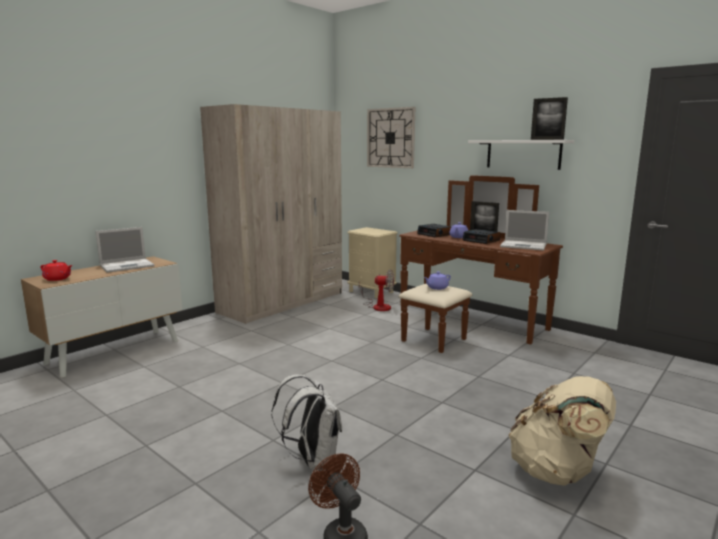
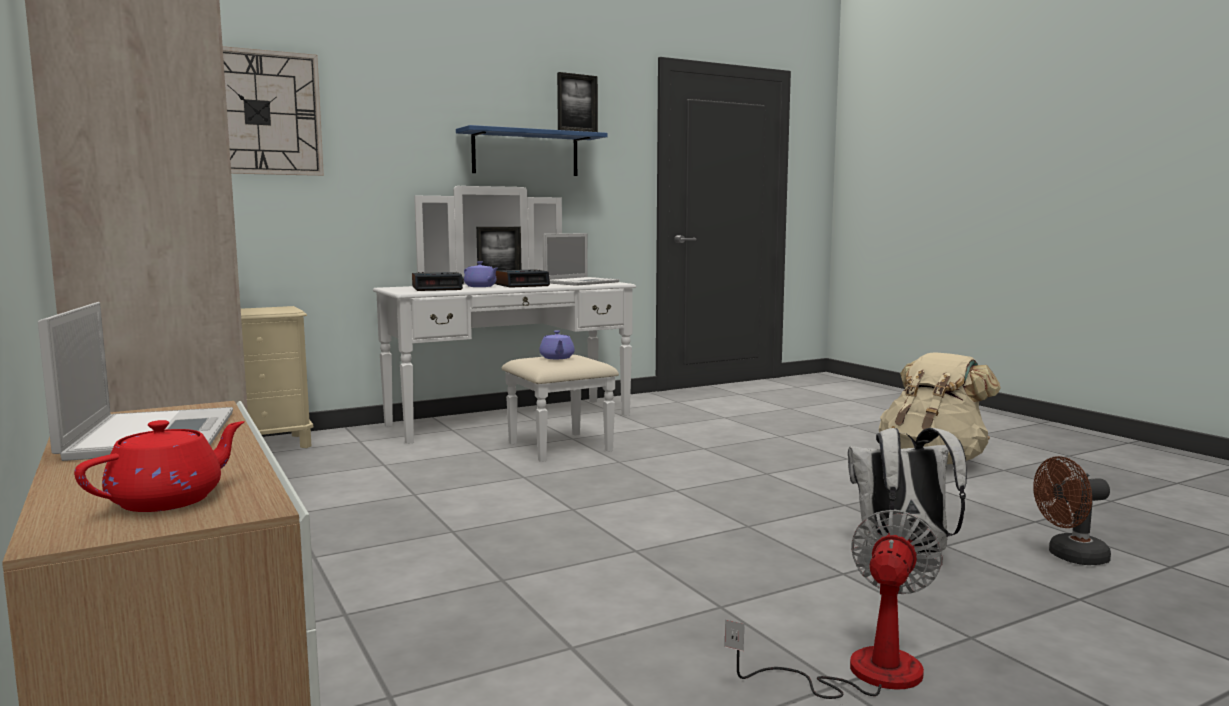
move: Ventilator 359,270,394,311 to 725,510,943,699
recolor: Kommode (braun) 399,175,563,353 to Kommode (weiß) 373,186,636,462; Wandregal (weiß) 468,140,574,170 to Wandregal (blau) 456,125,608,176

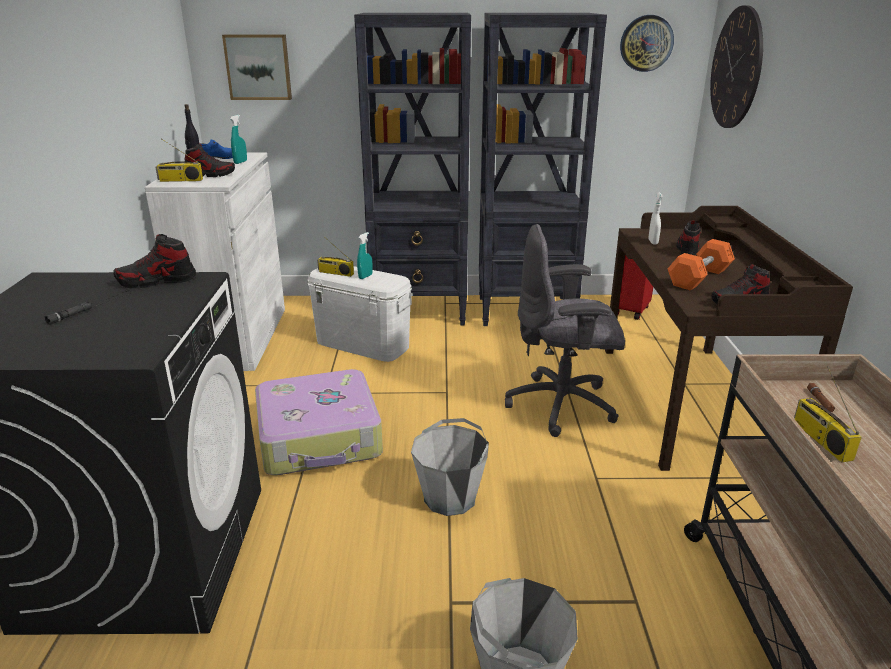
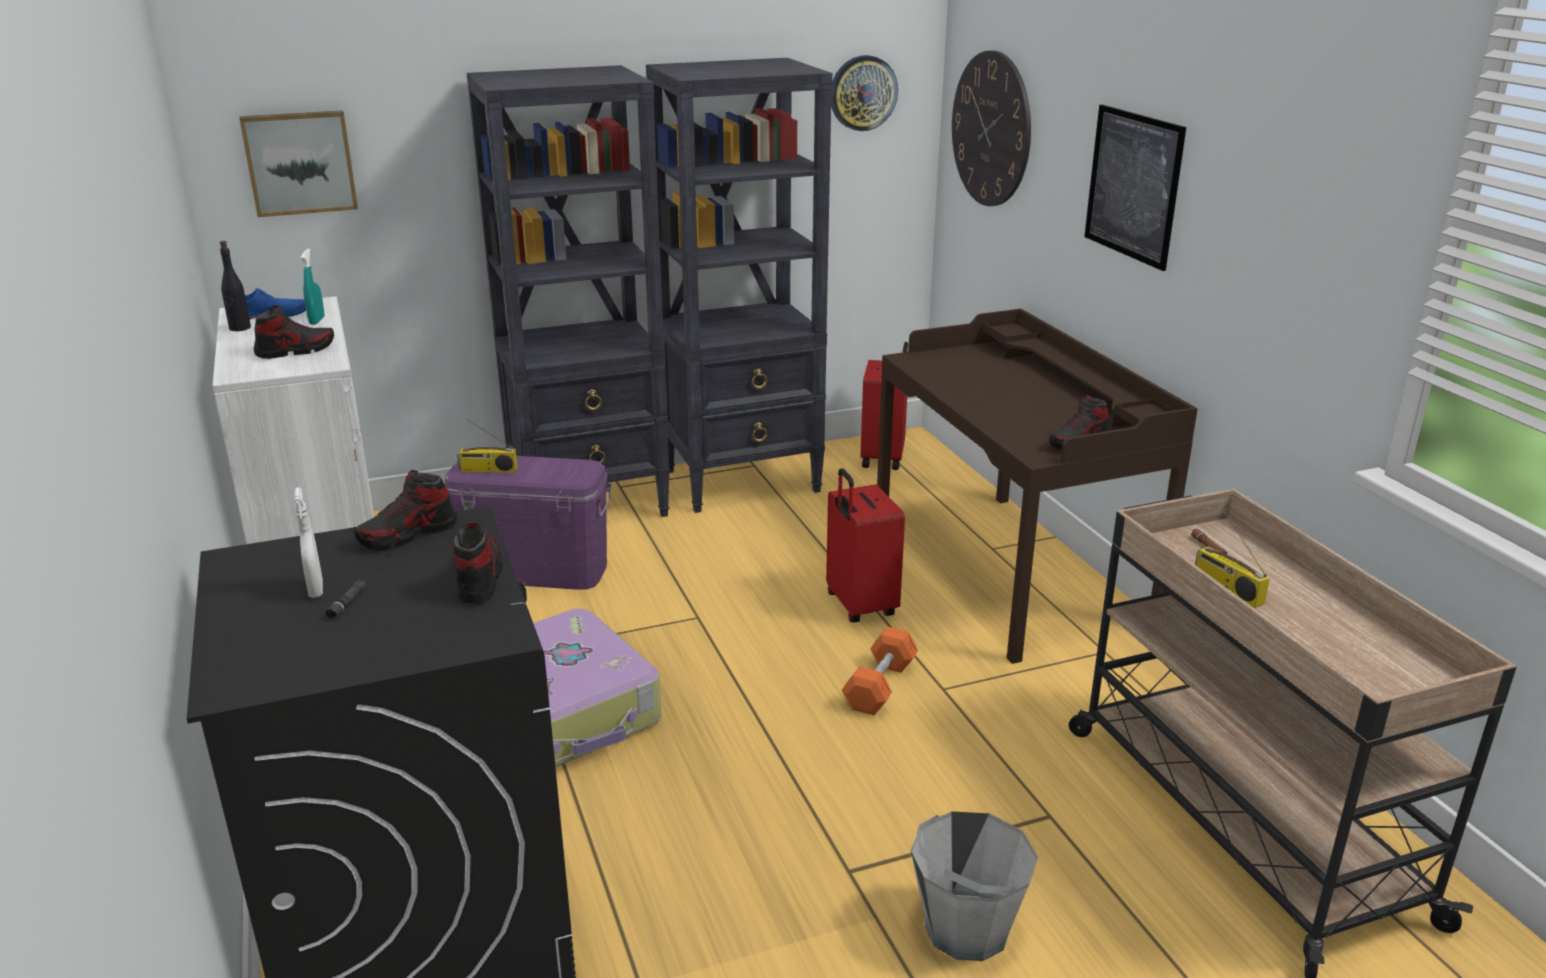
delete: Radio 155,139,203,182; Sprühflasche (türkis) 357,232,373,279; Eimer (grau) 411,418,489,516
insert: Bild 1084,105,1186,271
move: Sprühflasche (weiß) 648,192,663,244 to 294,487,323,598; Hantel (orange) 668,239,735,290 to 842,626,918,715; Schuh 676,220,701,256 to 453,521,503,603
replace: Bürostuhl (grau) 505,224,625,437 to Koffer (rot) 826,468,905,622
recolor: Aufbewahrungsbox (weiß) 307,266,413,362 to Aufbewahrungsbox (lila) 445,456,611,590

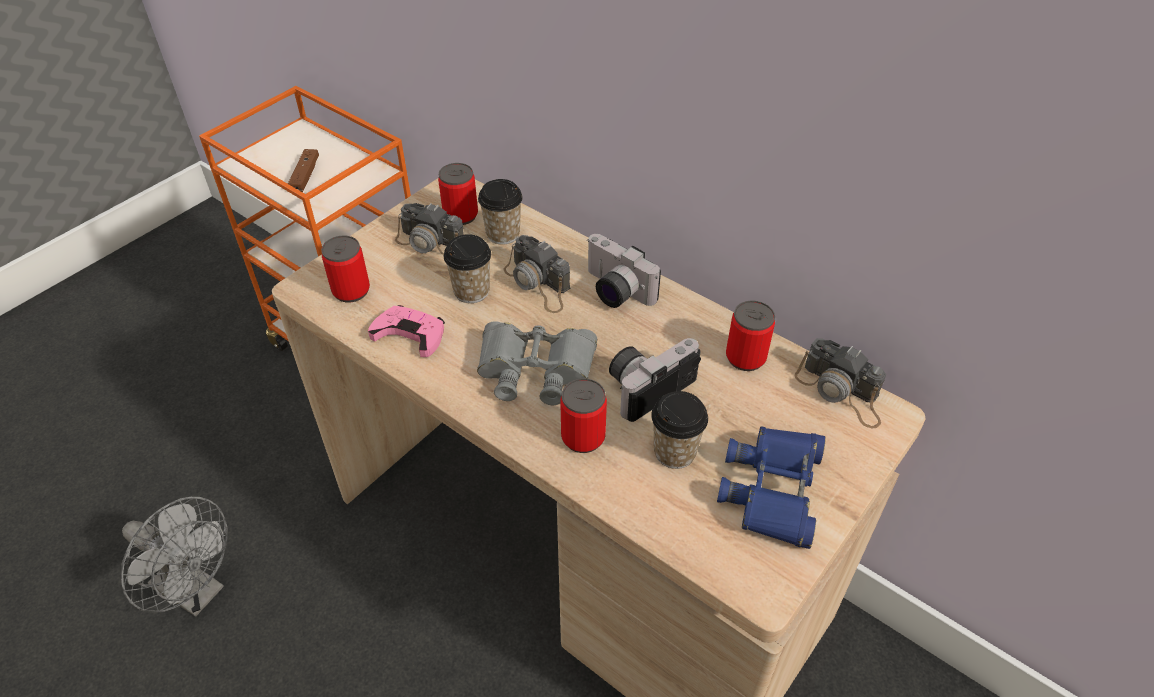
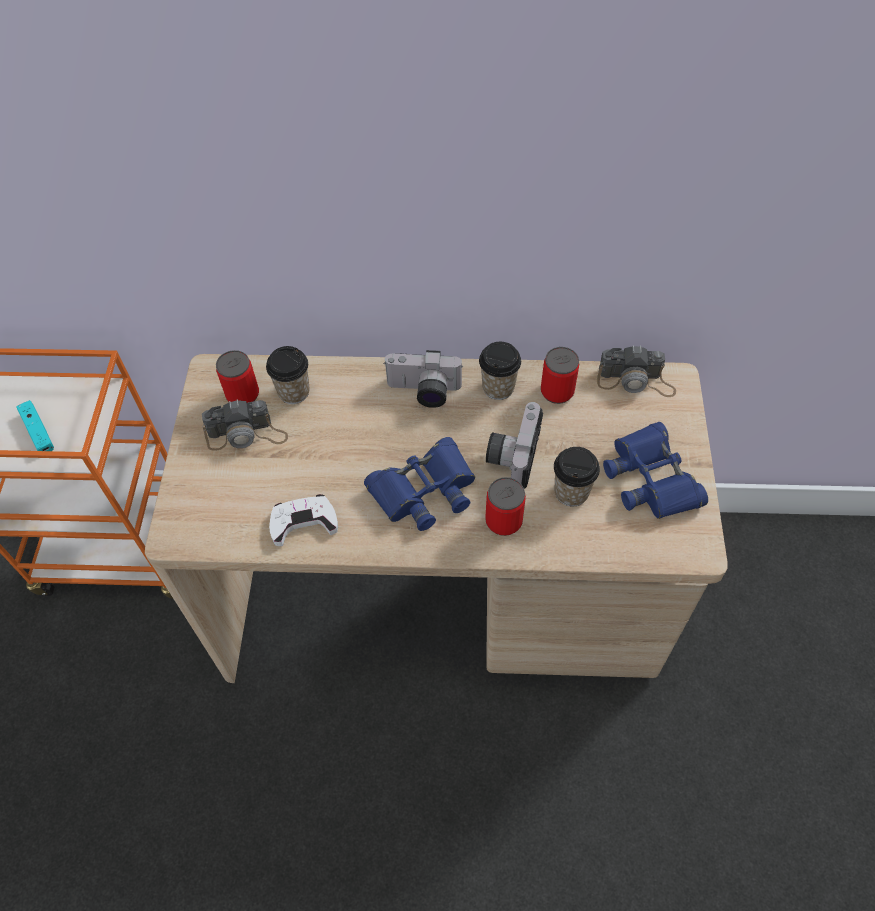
delete: Ventilator (grau) 121,497,228,617; Dose 321,236,370,303; Kamera 503,235,570,313
move: Tasse 444,234,491,303 to 479,342,521,400
recolor: Gamepad (braun) 288,149,319,192 to Gamepad (türkis) 16,400,54,451; Gamepad (rosa) 368,305,445,357 to Gamepad (weiß) 269,494,338,546; Fernglas (grau) 477,321,597,405 to Fernglas (blau) 364,437,475,531

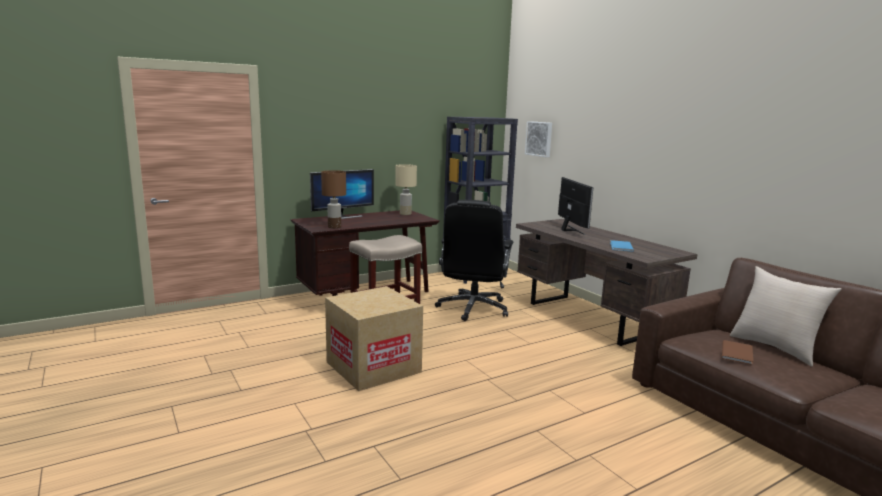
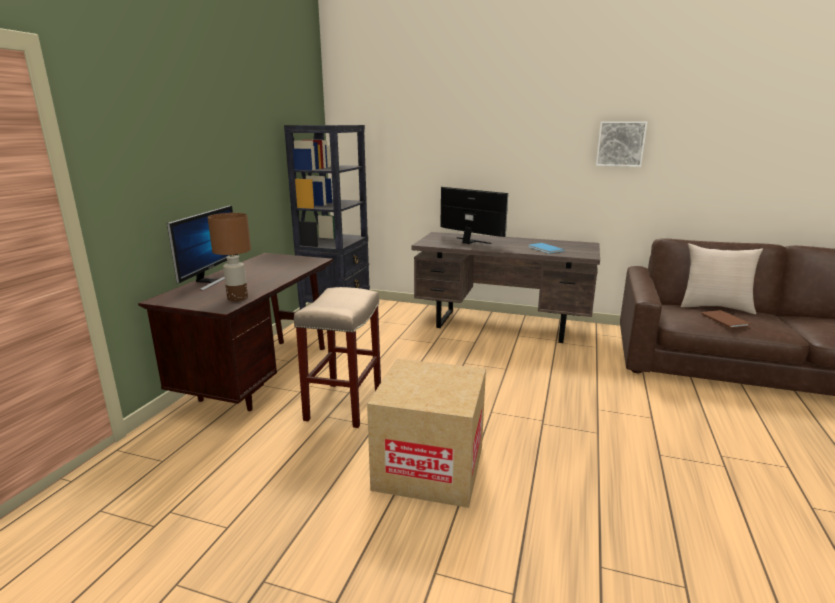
delete: Tischlampe (beige) 395,164,417,215; Bürostuhl (schwarz) 435,200,513,321
move: Bild 525,121,552,157 to 596,121,647,167

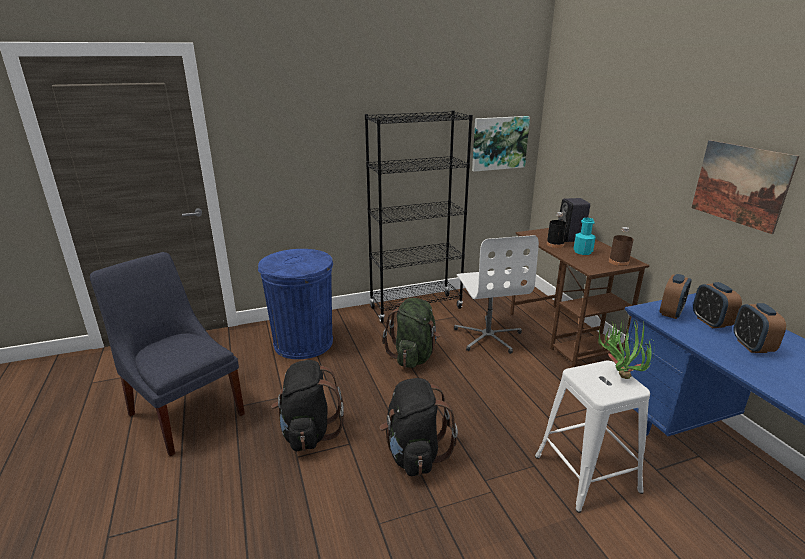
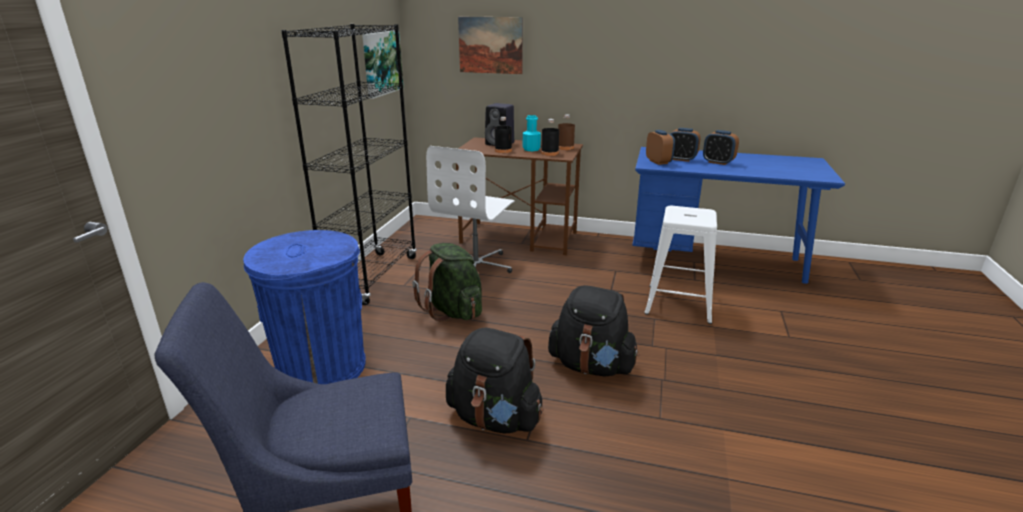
delete: Topfpflanze 598,319,654,379
insert: Flasche (schwarz) 541,119,559,156
move: Bild 691,140,799,234 to 458,17,523,74
rotate: Bürostuhl (weiß) 454,235,539,354 = 426,146,515,273 90 degrees clockwise

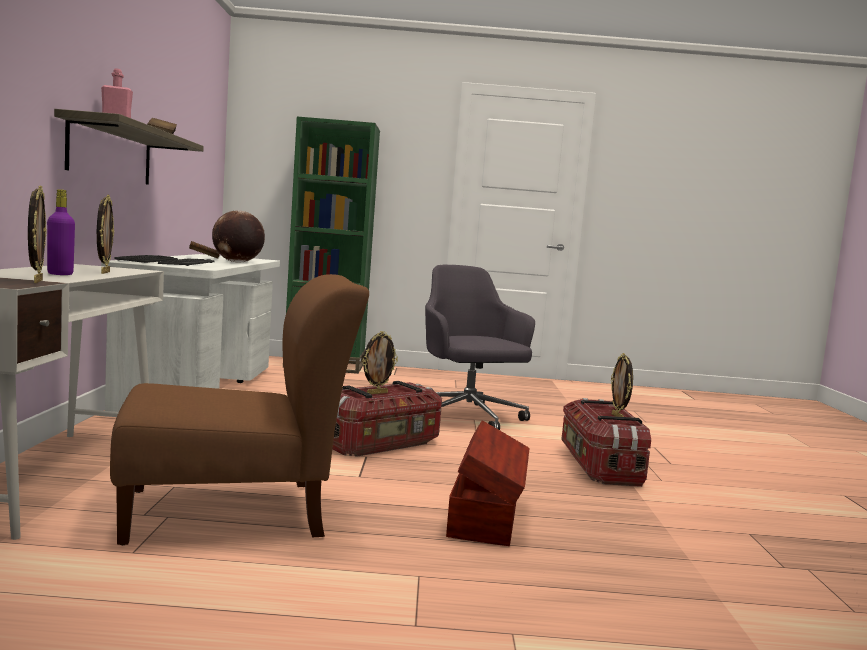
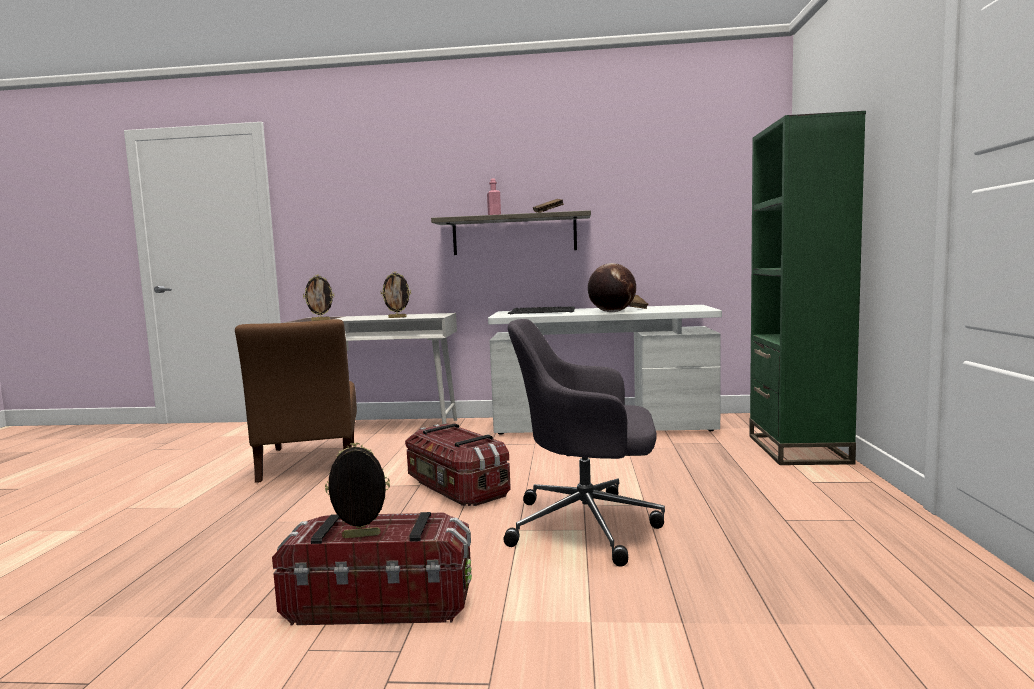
delete: Flasche (lila) 47,189,75,275; Bilderrahmen 362,331,398,394; Aufbewahrungsbox (braun) 446,420,529,546
rotate: Bürostuhl (grau) 425,265,535,430 = 503,319,665,567 150 degrees counterclockwise

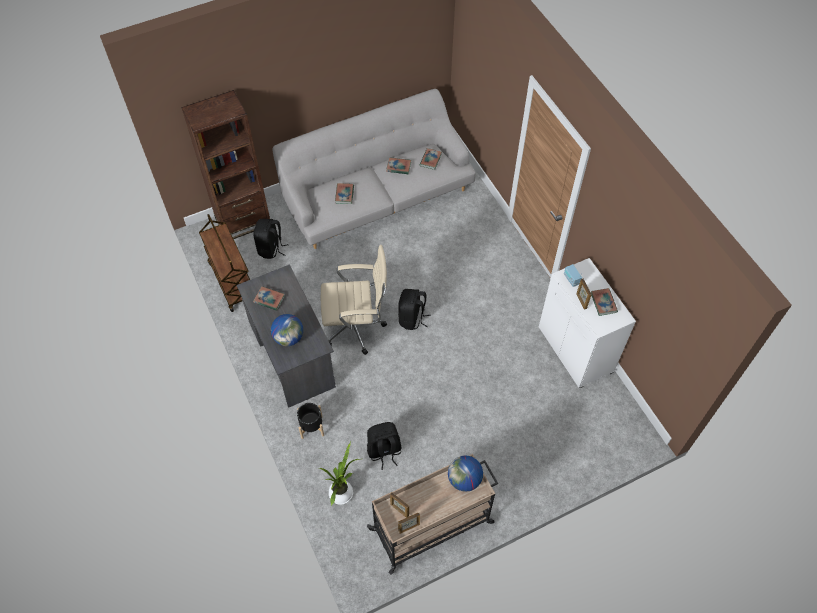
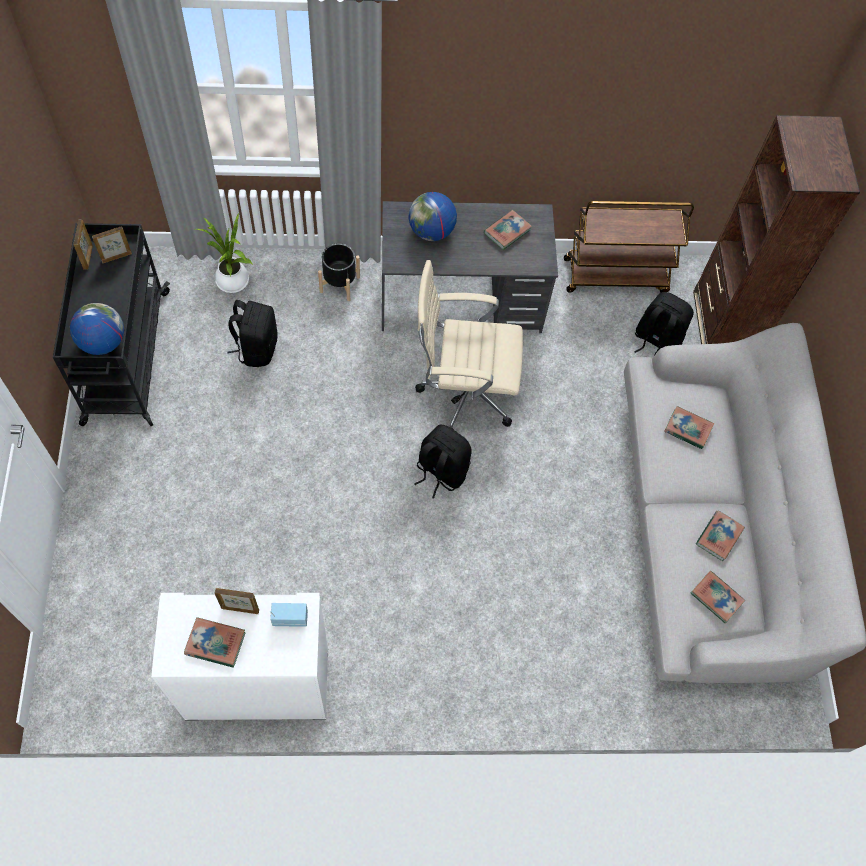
recolor: Rollwagen (beige) 367,454,498,575 to Rollwagen (schwarz) 53,223,170,426
rotate: Bürostuhl (beige) 321,245,387,355 = 415,260,523,430 75 degrees clockwise

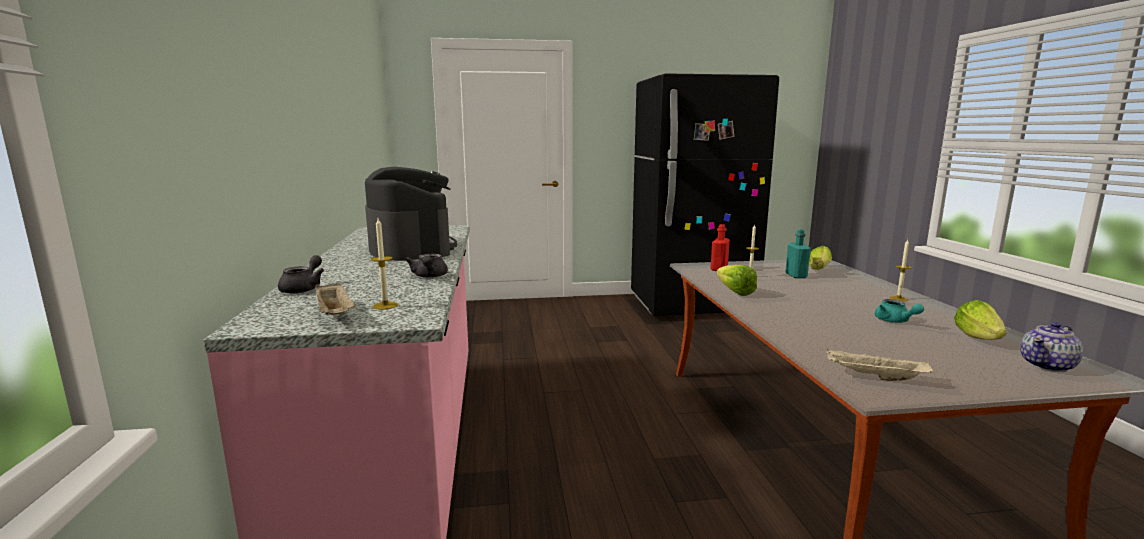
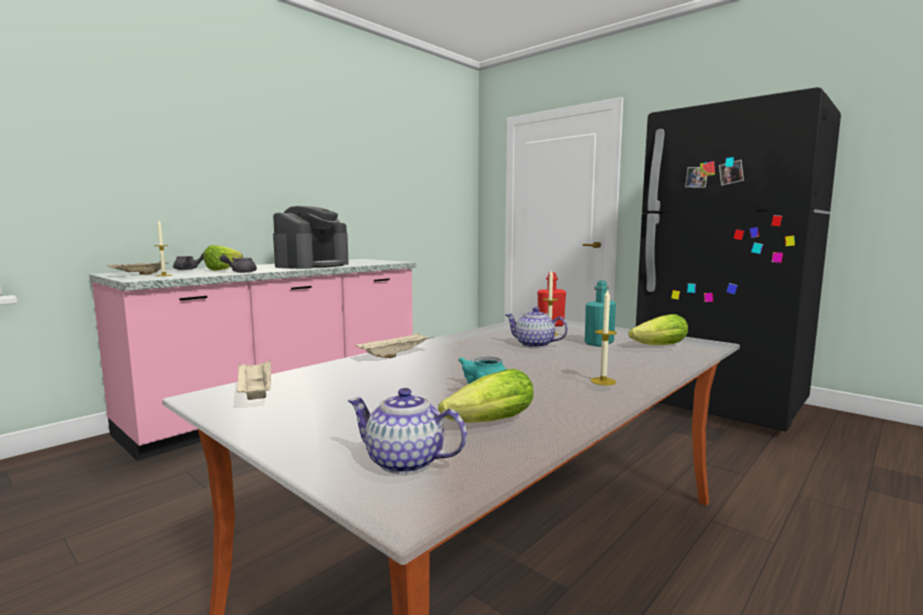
insert: Tablett (beige) 355,332,434,358; Teekanne 505,307,568,348
move: Salatkopf 716,265,757,296 to 204,245,243,271

